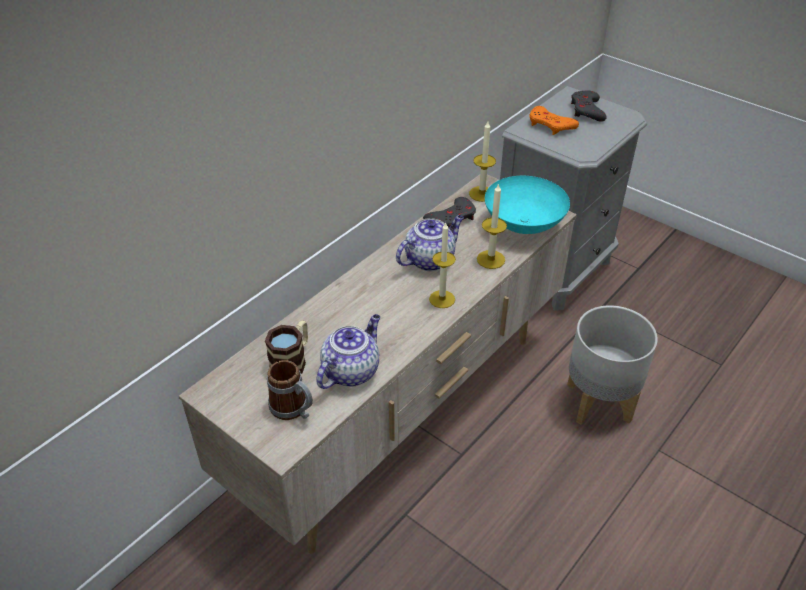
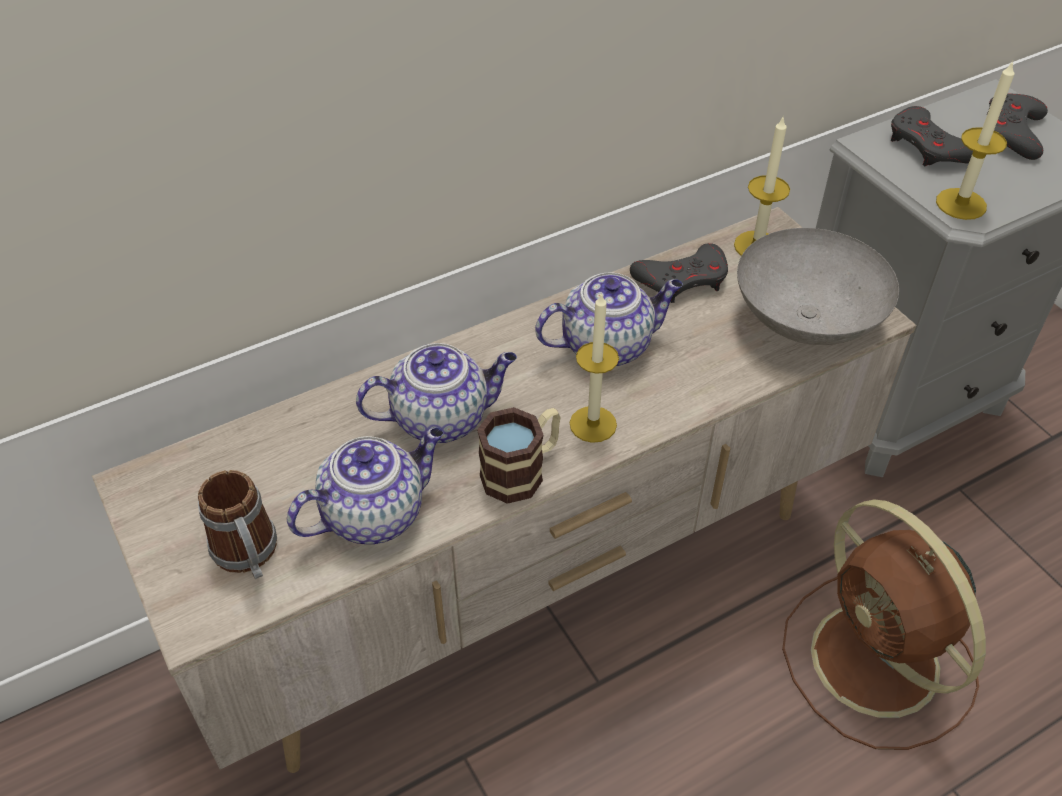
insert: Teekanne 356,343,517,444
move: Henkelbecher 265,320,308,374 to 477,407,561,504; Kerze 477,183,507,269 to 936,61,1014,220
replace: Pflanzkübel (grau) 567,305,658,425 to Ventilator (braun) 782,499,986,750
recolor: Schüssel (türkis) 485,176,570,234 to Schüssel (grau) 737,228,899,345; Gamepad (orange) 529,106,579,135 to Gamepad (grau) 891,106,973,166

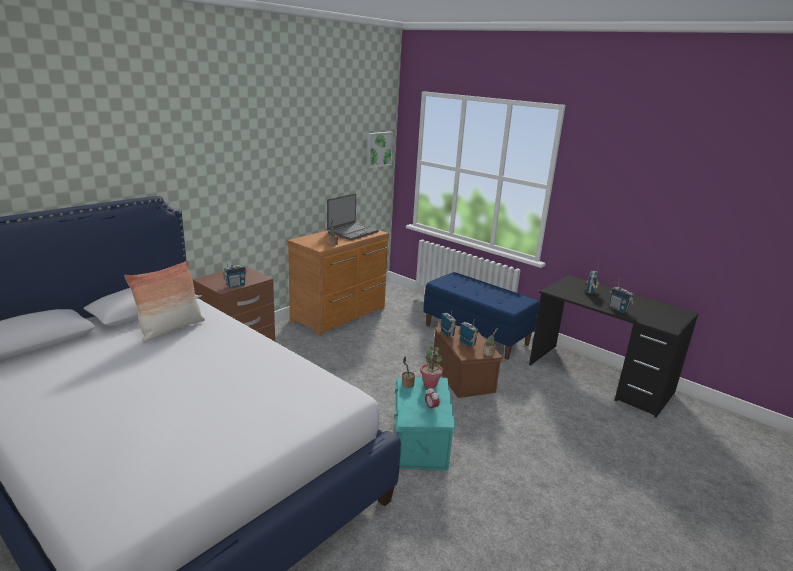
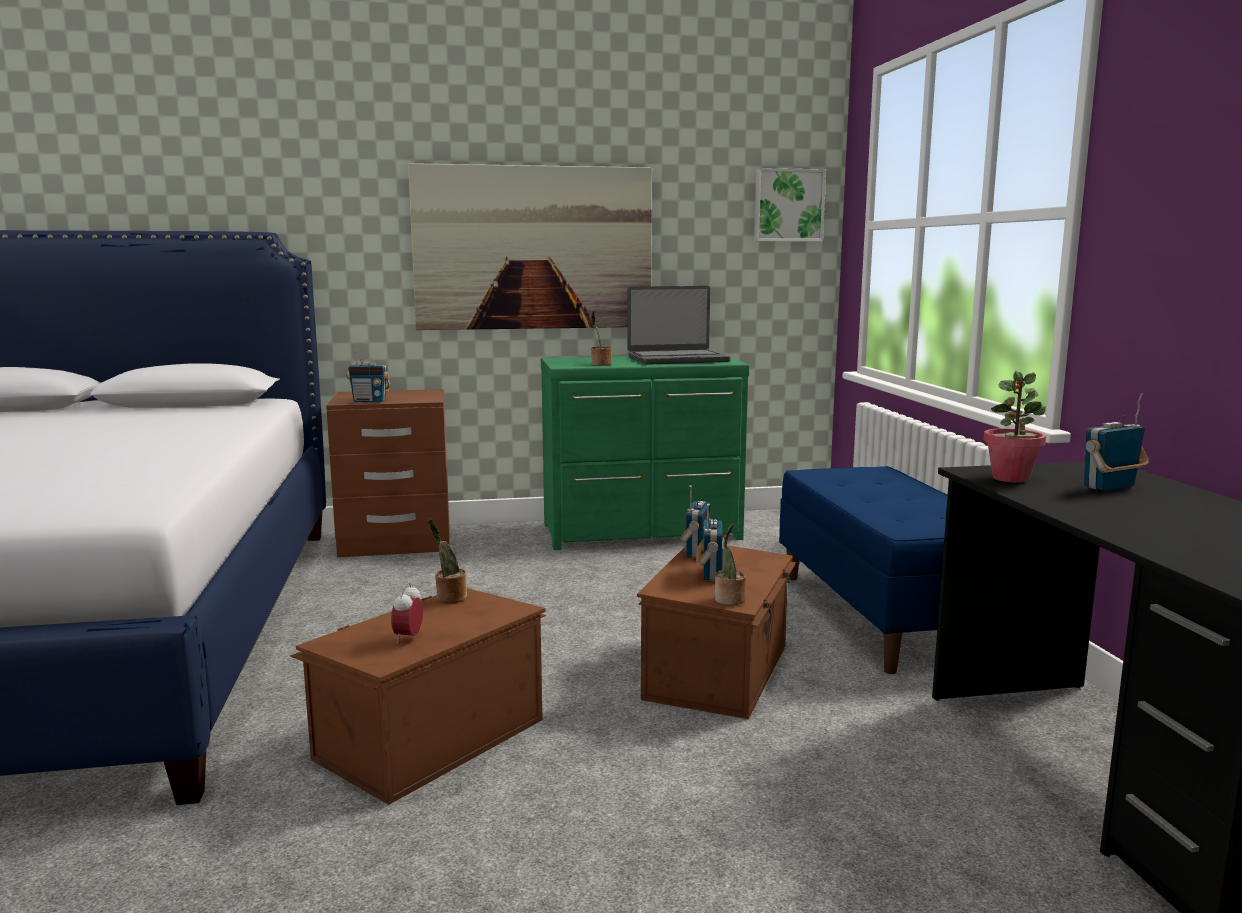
delete: Kissen 124,260,205,343; Radio 610,277,634,313
insert: Bild 408,163,652,330
move: Topfpflanze 420,346,443,388 to 983,370,1046,483
recolor: Kommode (braun) 288,223,389,336 to Kommode (grün) 541,356,749,550; Aufbewahrungsbox (türkis) 394,377,455,471 to Aufbewahrungsbox (braun) 290,588,546,805

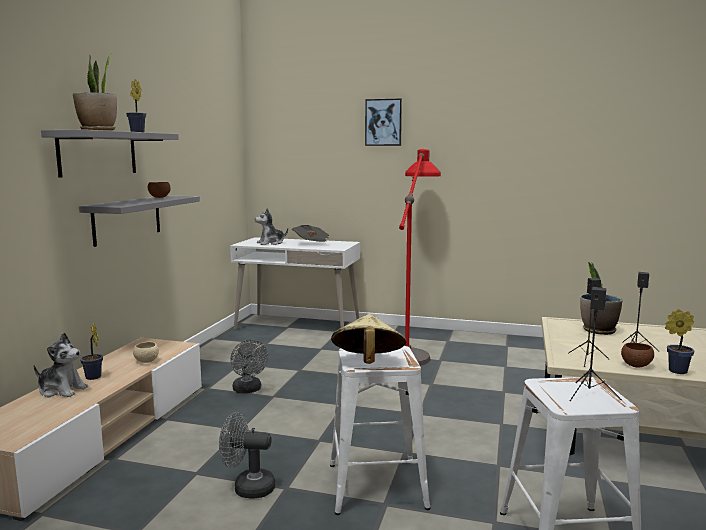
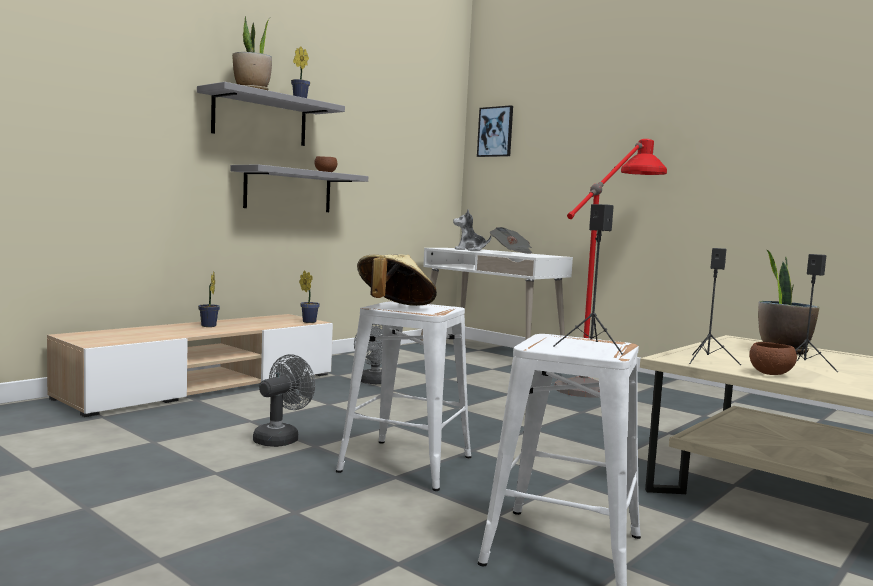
delete: Plüschtier 33,332,88,397; Schüssel (beige) 133,342,159,363
move: Bild 365,99,402,146 to 477,105,513,157; Topfpflanze 665,309,694,374 to 299,270,320,323
rotate: Ventilator (grau) 219,412,275,498 = 253,354,315,447 90 degrees clockwise

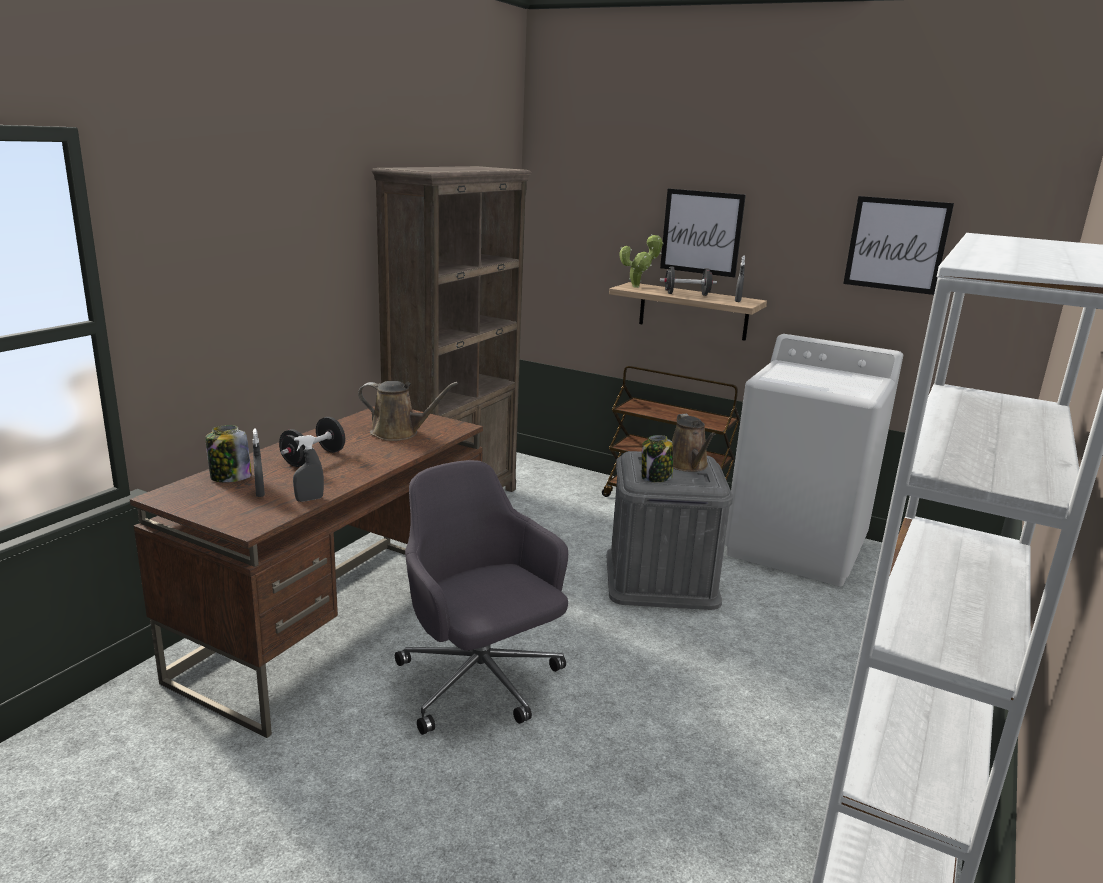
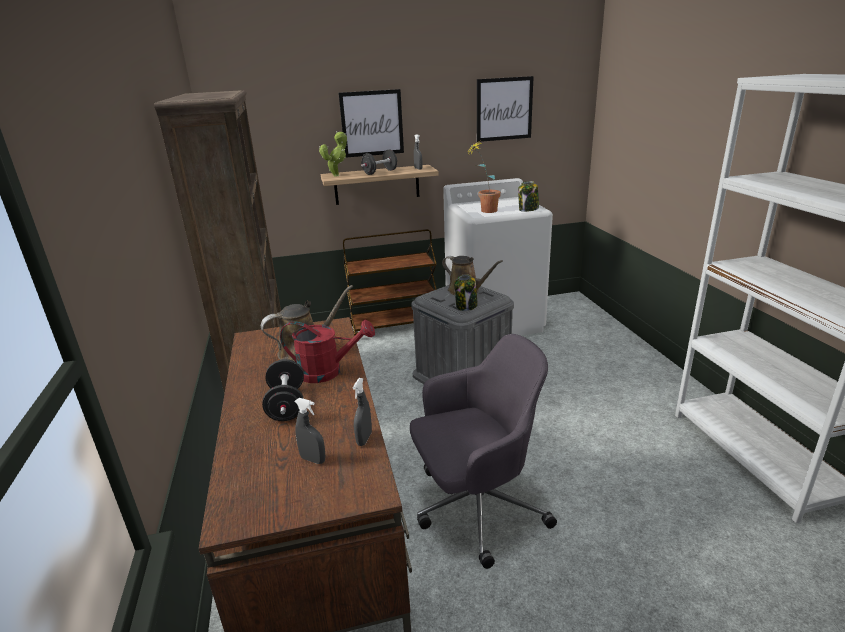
insert: Gießkanne (rot) 280,320,375,383; Topfpflanze 466,141,501,213
move: Vorratsglas 206,425,252,482 to 518,181,539,212
rotate: Bürostuhl (grau) 395,460,568,735 = 410,334,557,569 150 degrees clockwise

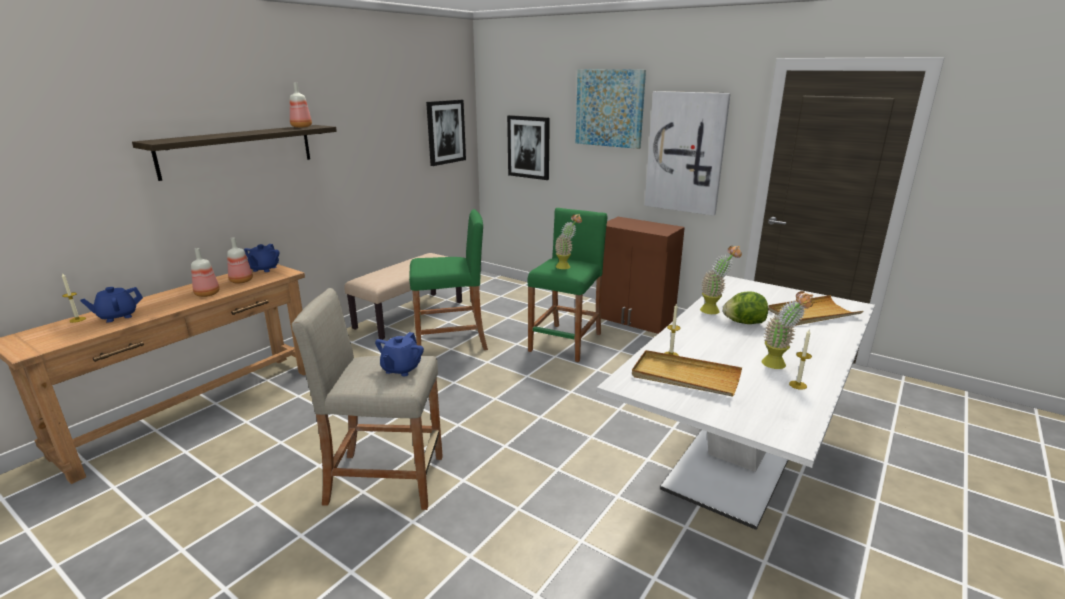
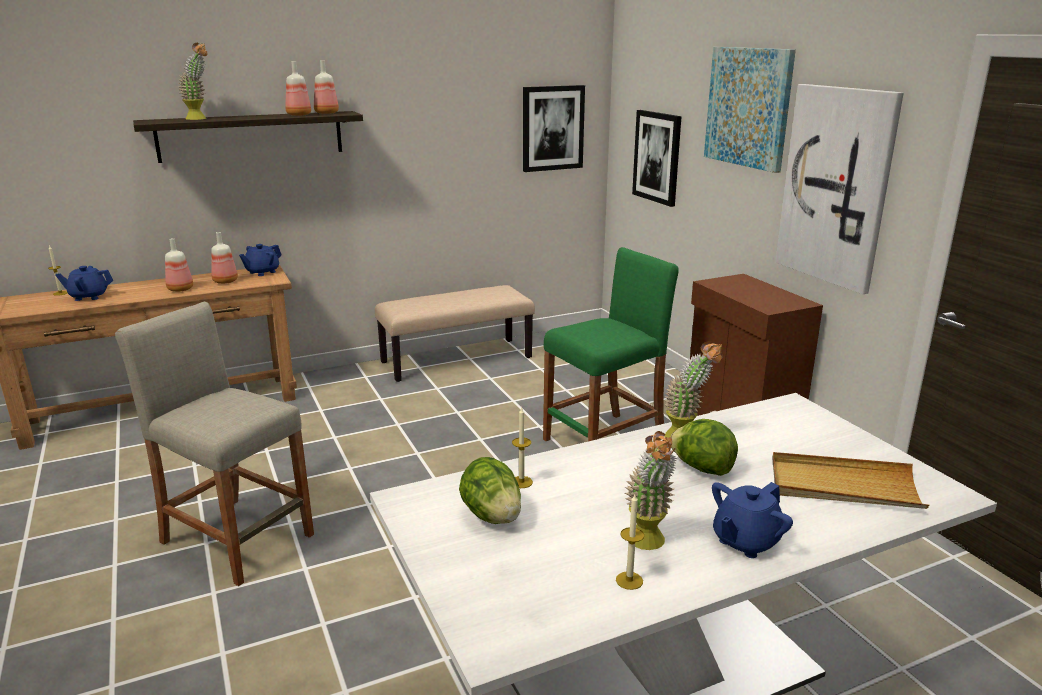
delete: Hocker (grün) 409,209,488,350
insert: Flasche 285,61,311,116
move: Teekanne (blau) 375,332,424,376 to 712,482,793,558; Topfpflanze 555,214,582,269 to 178,43,208,120
replace: Tablett (beige) 632,350,742,397 to Salatkopf 459,457,521,524

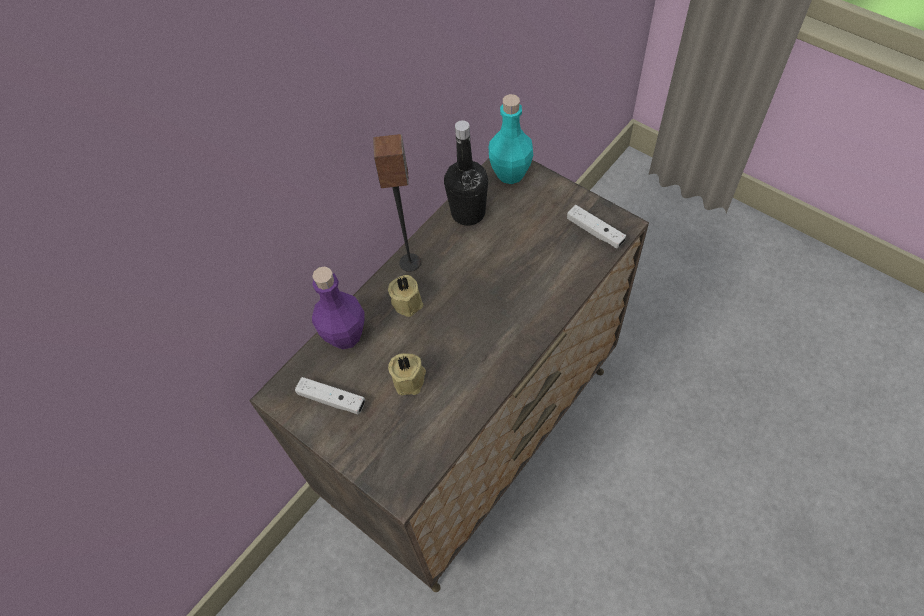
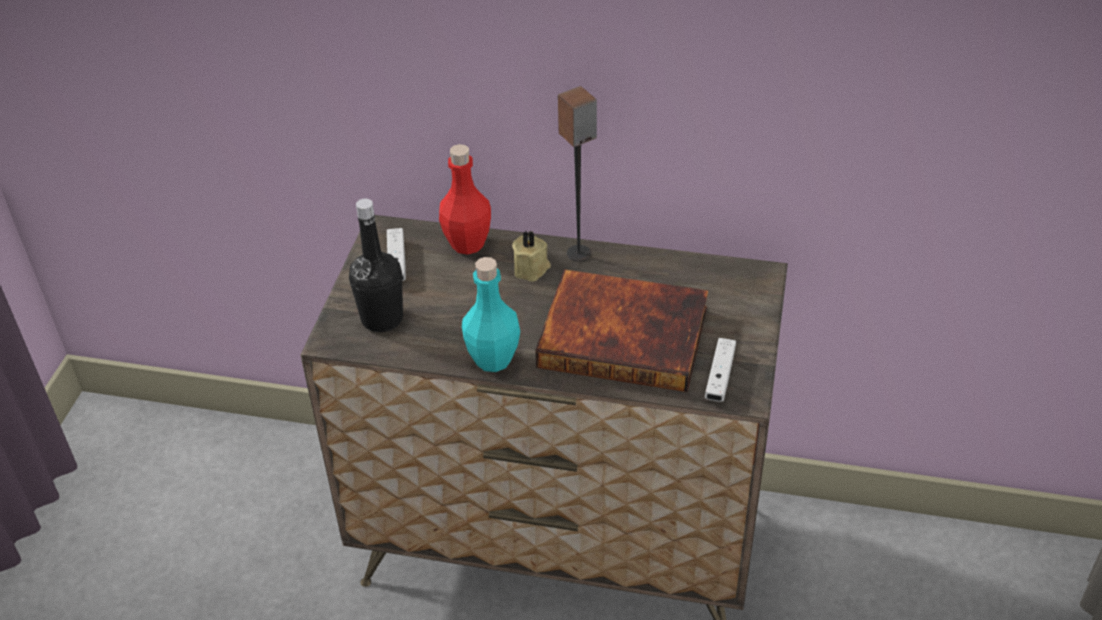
delete: Kerze (beige) 388,353,426,395
insert: Buch 536,269,708,392
move: Flasche (schwarz) 444,120,488,226 to 349,199,403,332; Flasche (türkis) 489,94,533,184 to 462,257,520,372
recolor: Flasche (lila) 312,266,364,350 to Flasche (rot) 439,144,491,255

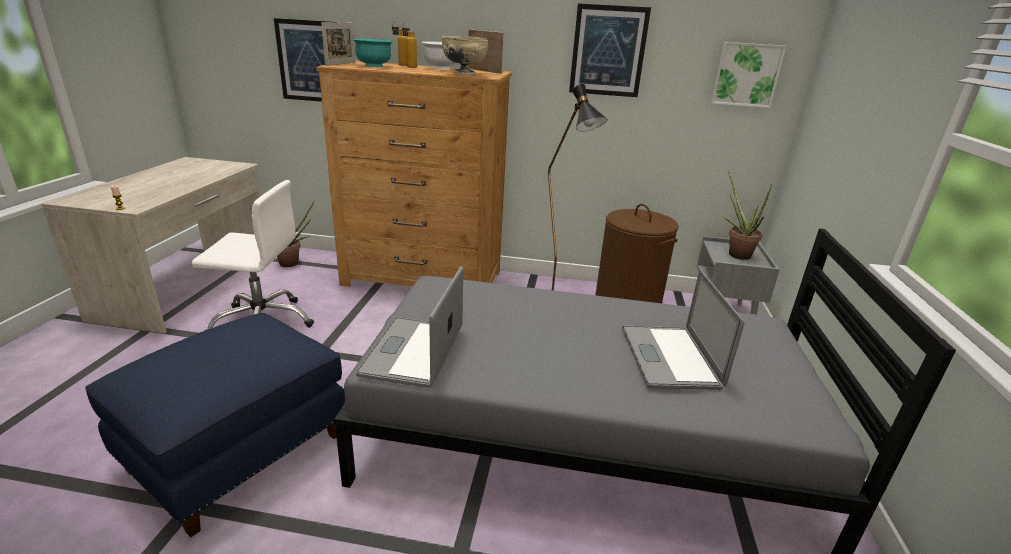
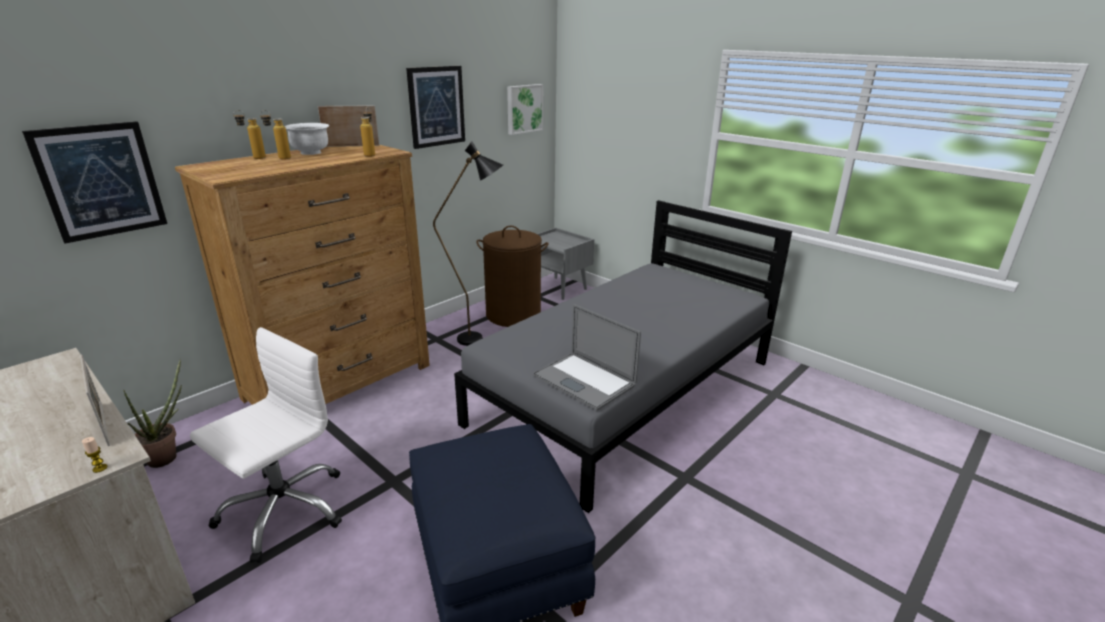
delete: Schüssel (türkis) 352,38,393,67; Laptop 622,269,744,390; Topfpflanze 723,170,772,260
move: Bilderrahmen 321,22,355,66 to 80,354,110,446
replace: Schüssel (beige) 442,36,488,76 to Flasche 360,108,375,157

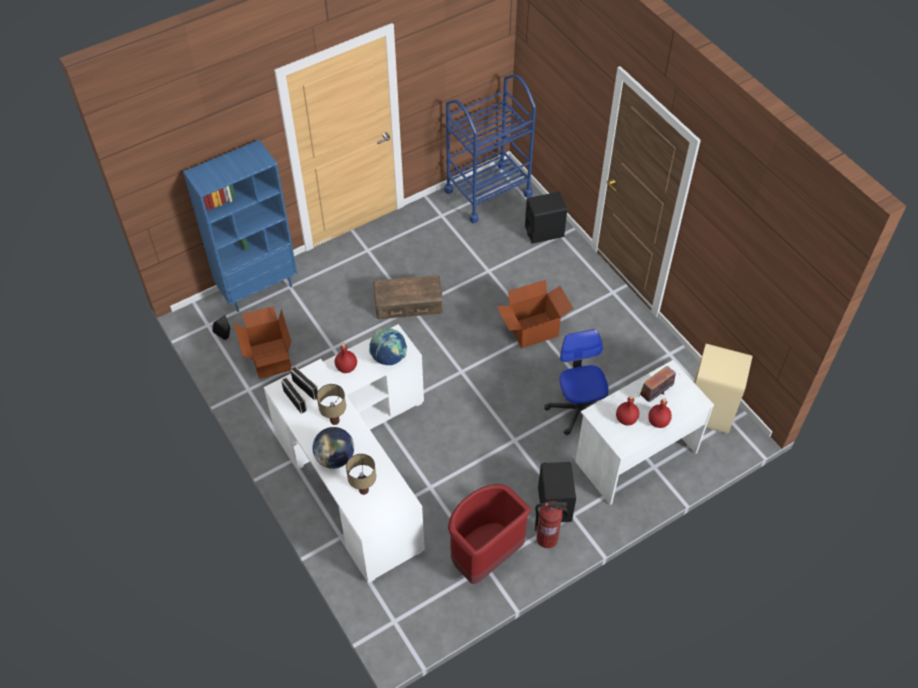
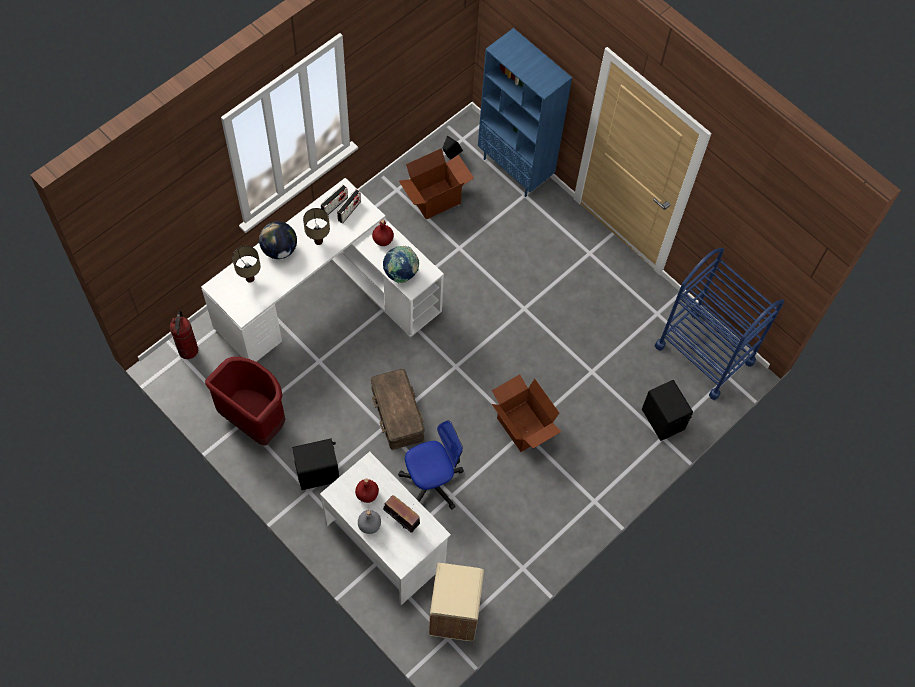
move: Aufbewahrungsbox (braun) 373,275,443,319 to 371,369,425,450; Feuerlöscher 534,500,567,548 to 170,310,198,359
recolor: Flasche (rot) 648,398,672,428 to Flasche (grau) 358,510,381,534

